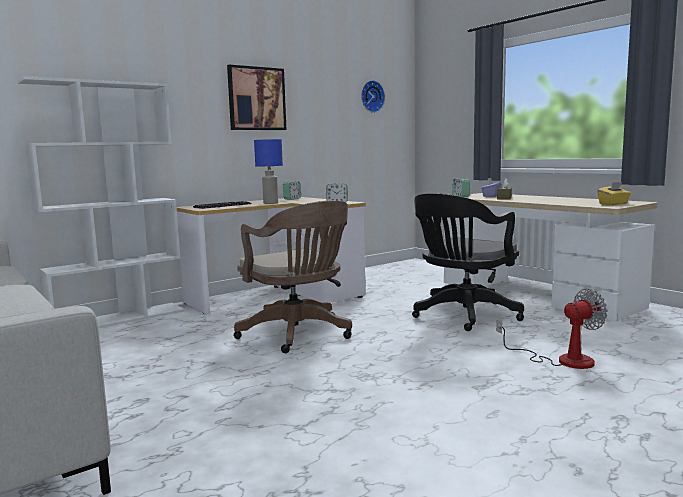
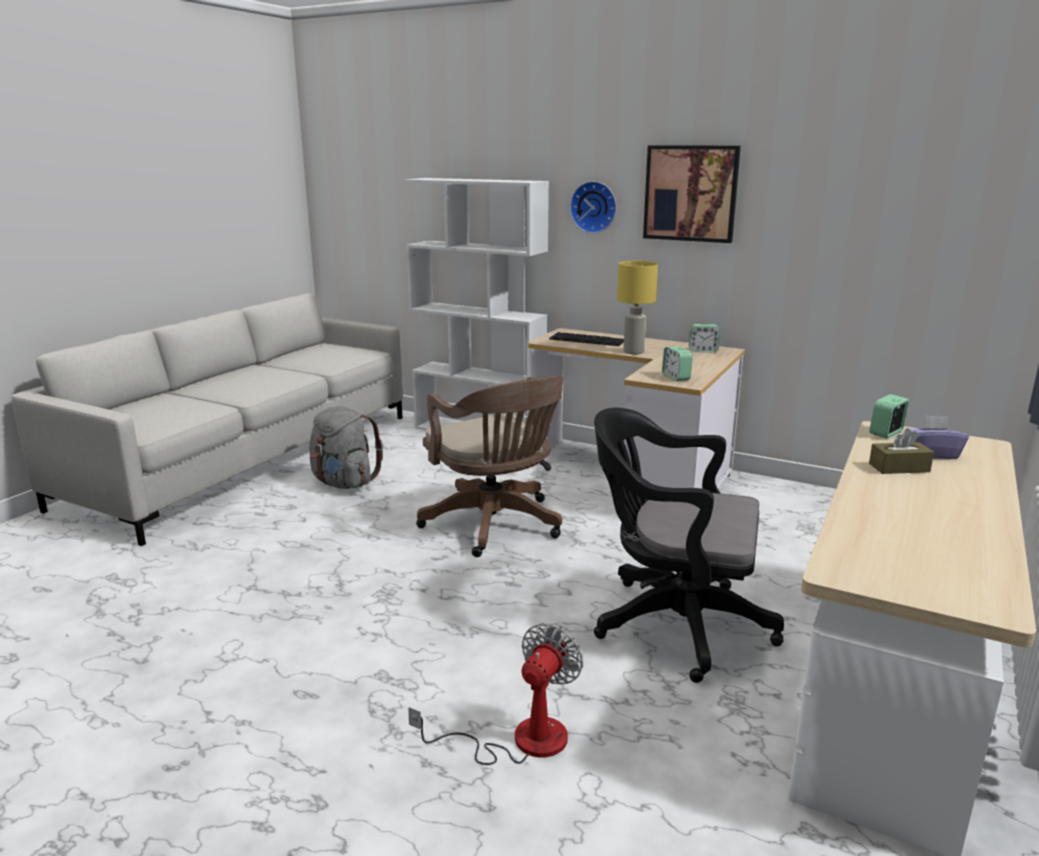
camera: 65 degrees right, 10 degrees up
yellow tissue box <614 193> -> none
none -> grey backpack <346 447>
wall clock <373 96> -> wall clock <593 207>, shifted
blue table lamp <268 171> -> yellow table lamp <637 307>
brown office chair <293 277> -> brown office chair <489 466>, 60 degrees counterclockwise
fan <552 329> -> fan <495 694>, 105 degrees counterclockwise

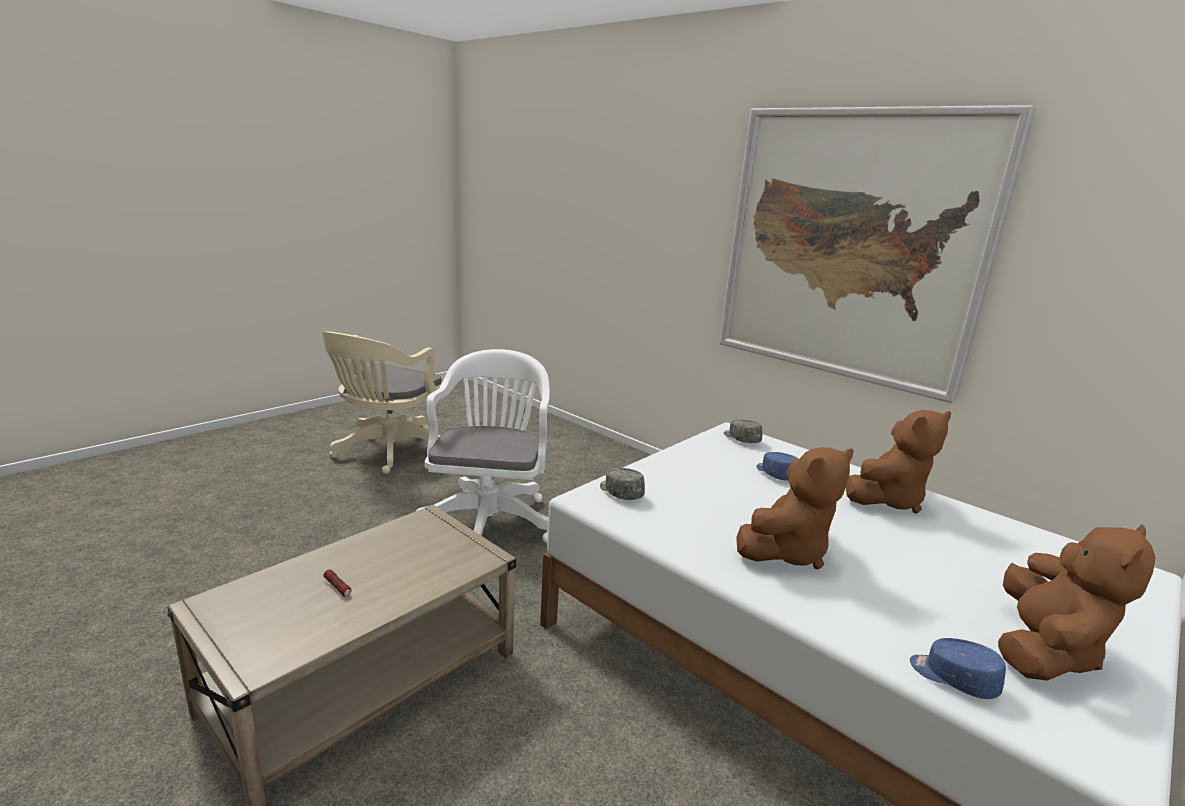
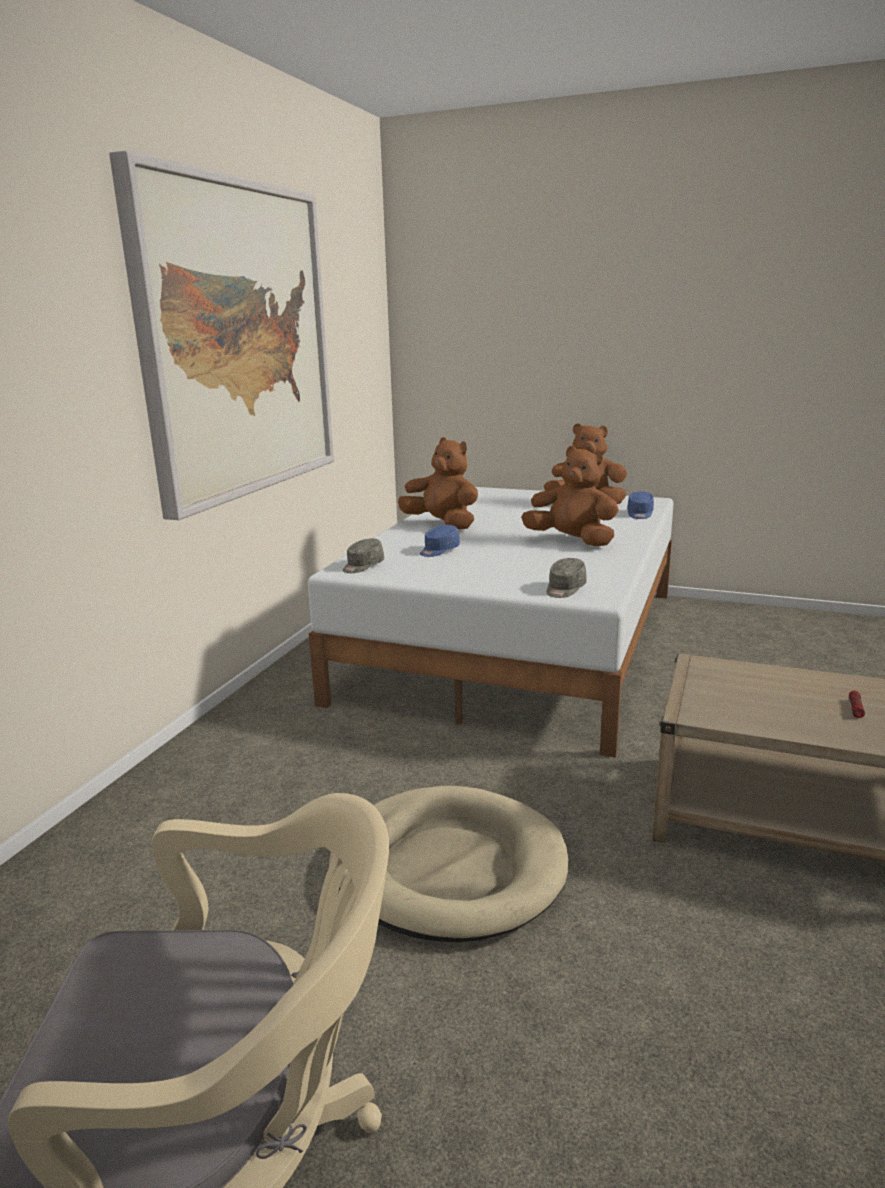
camera: 110 degrees left, 0 degrees up
white office chair <483 446> -> beige dog bed <448 864>

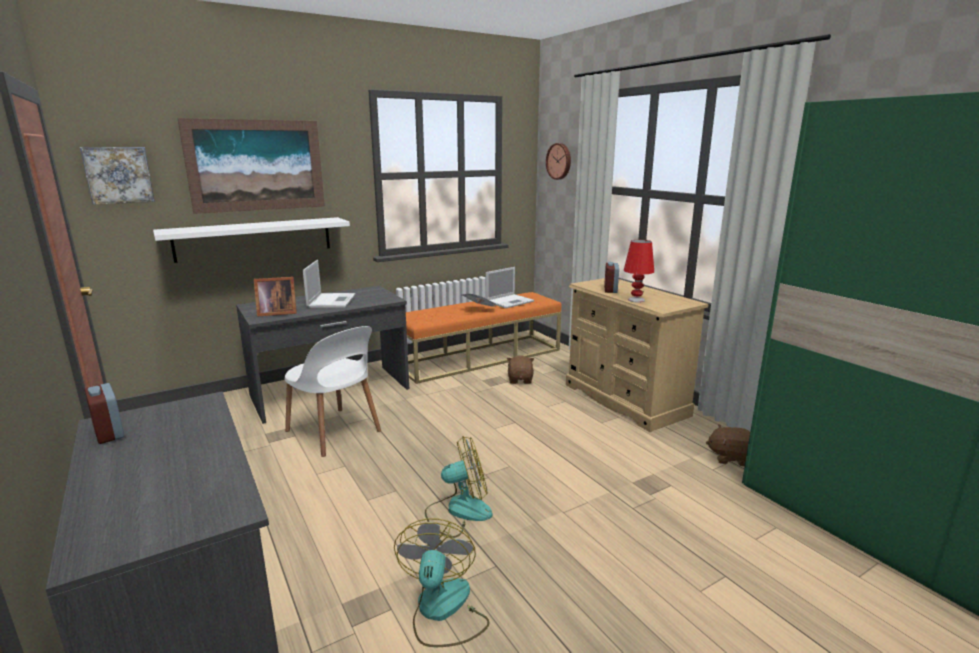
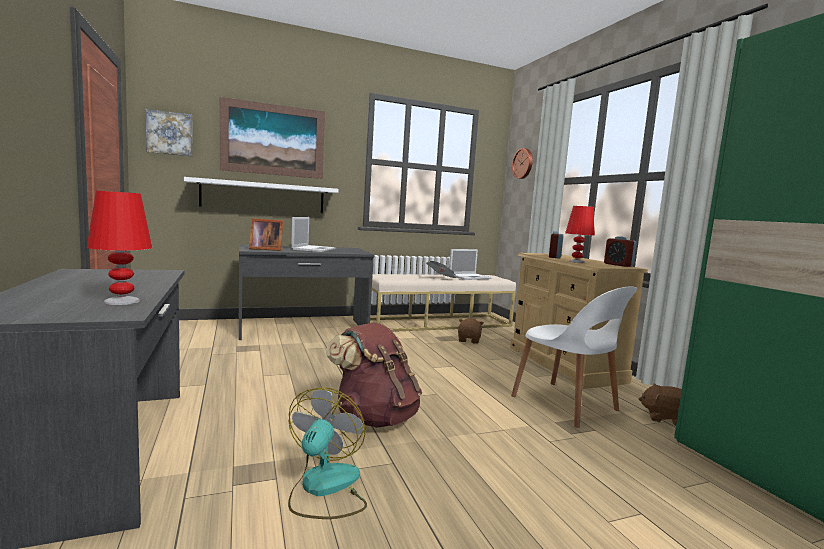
camera: 10 degrees right, 10 degrees down
none -> red table lamp <119 248>
alarm clock <104 413> -> alarm clock <620 251>, shifted
white chair <333 391> -> white chair <574 357>, shifted
fan <459 487> -> brown backpack <374 375>
orange bench <483 338> -> beige bench <443 303>

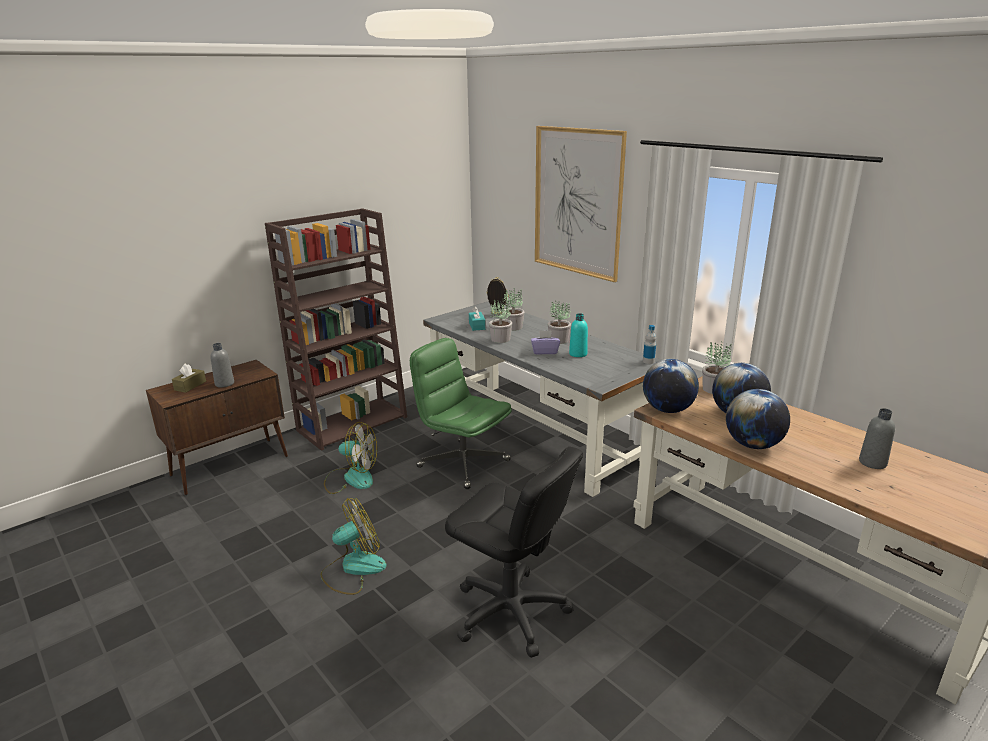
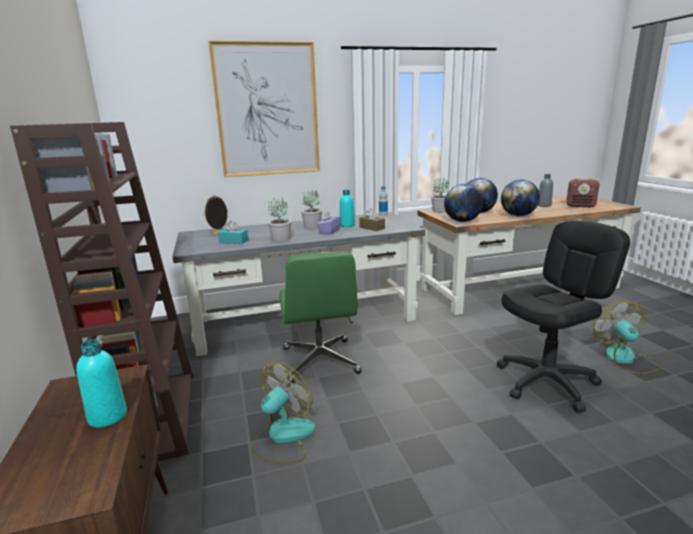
camera: 65 degrees left, 5 degrees down
potted plant <513 310> -> none
none -> radio <583 192>
brown tissue box <189 378> -> brown tissue box <372 219>, shifted
fan <353 546> -> fan <627 337>, shifted
grey bottle <222 365> -> turquoise bottle <101 383>
green office chair <461 413> -> green office chair <320 317>, 75 degrees counterclockwise

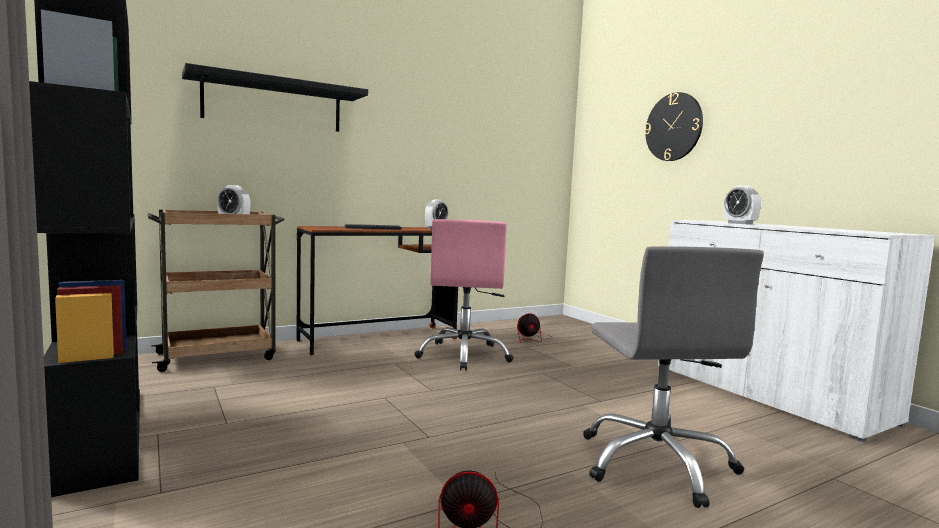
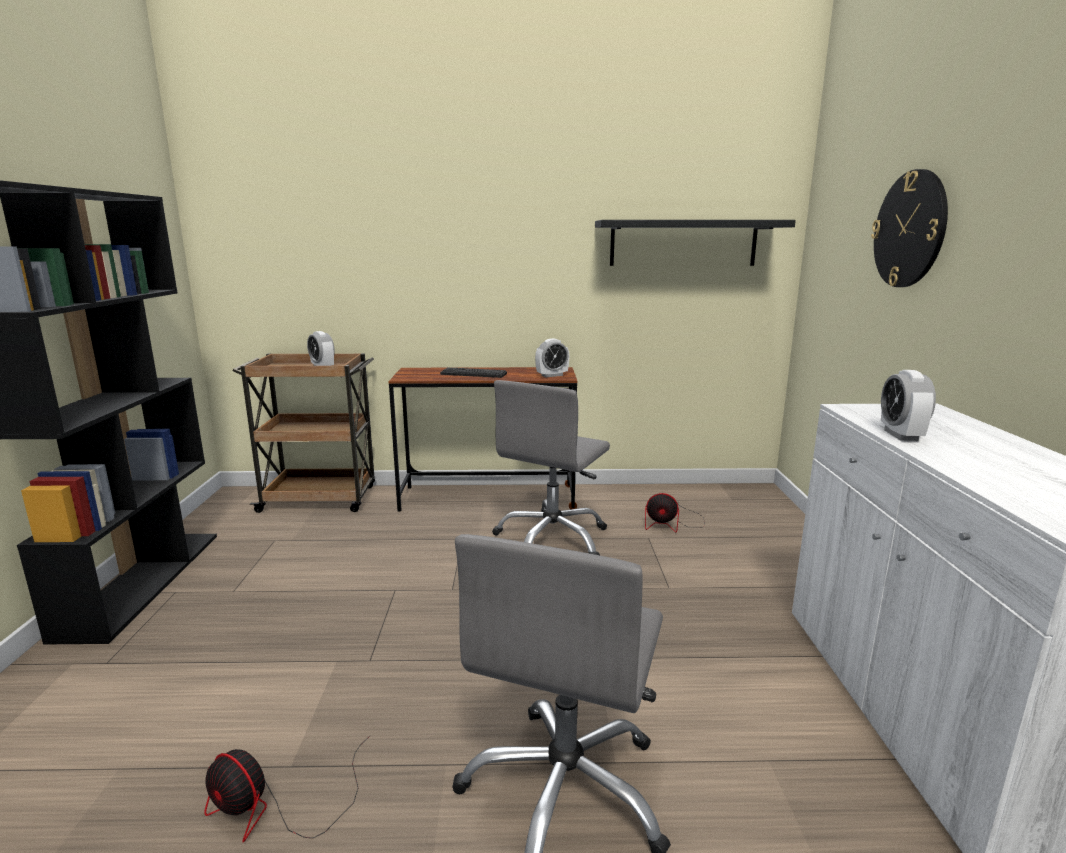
camera: 30 degrees right, 10 degrees up
black shelf <275 97> -> black shelf <695 243>, shifted
pink office chair <464 295> -> grey office chair <551 467>

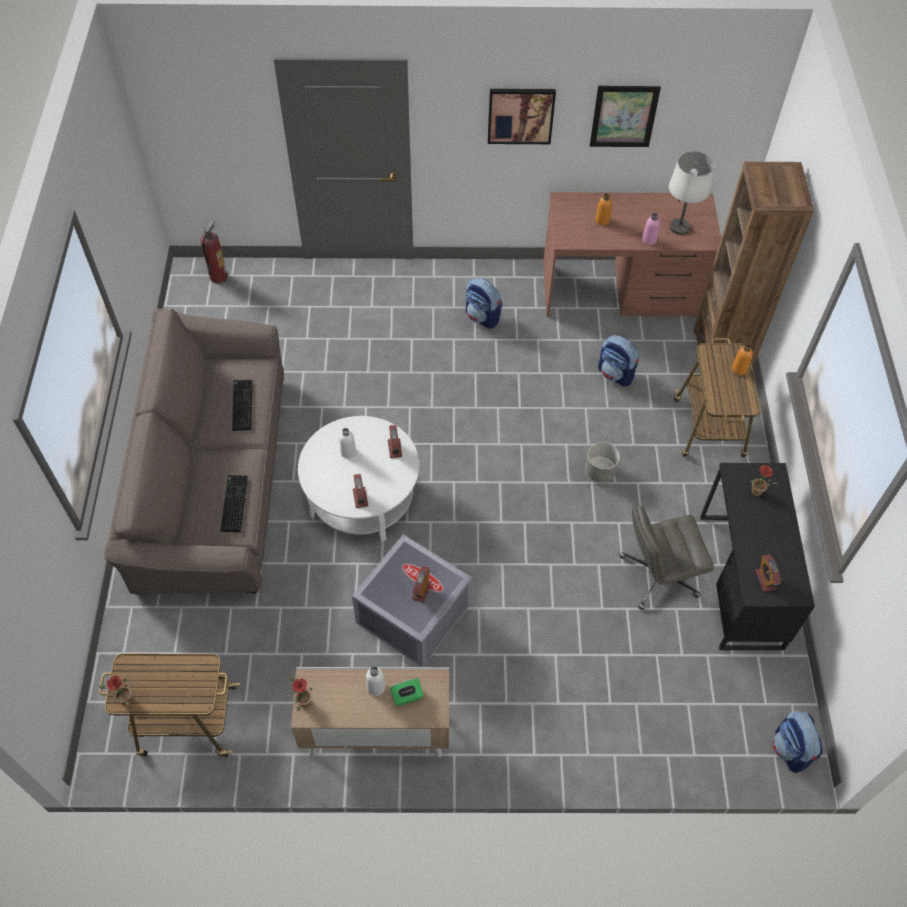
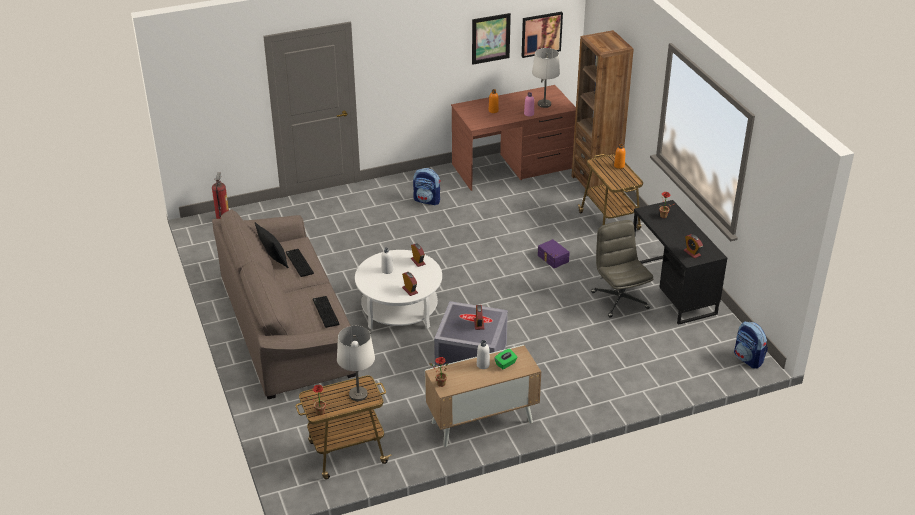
camera: 20 degrees left, 20 degrees down
backpack <618 361> -> none
none -> black pillow <272 245>
none -> white table lamp <356 363>
picture <522 116> -> picture <542 35>, shifted
grey planter <602 462> -> purple storage box <554 253>
grey office chair <667 558> -> grey office chair <622 269>, 105 degrees clockwise

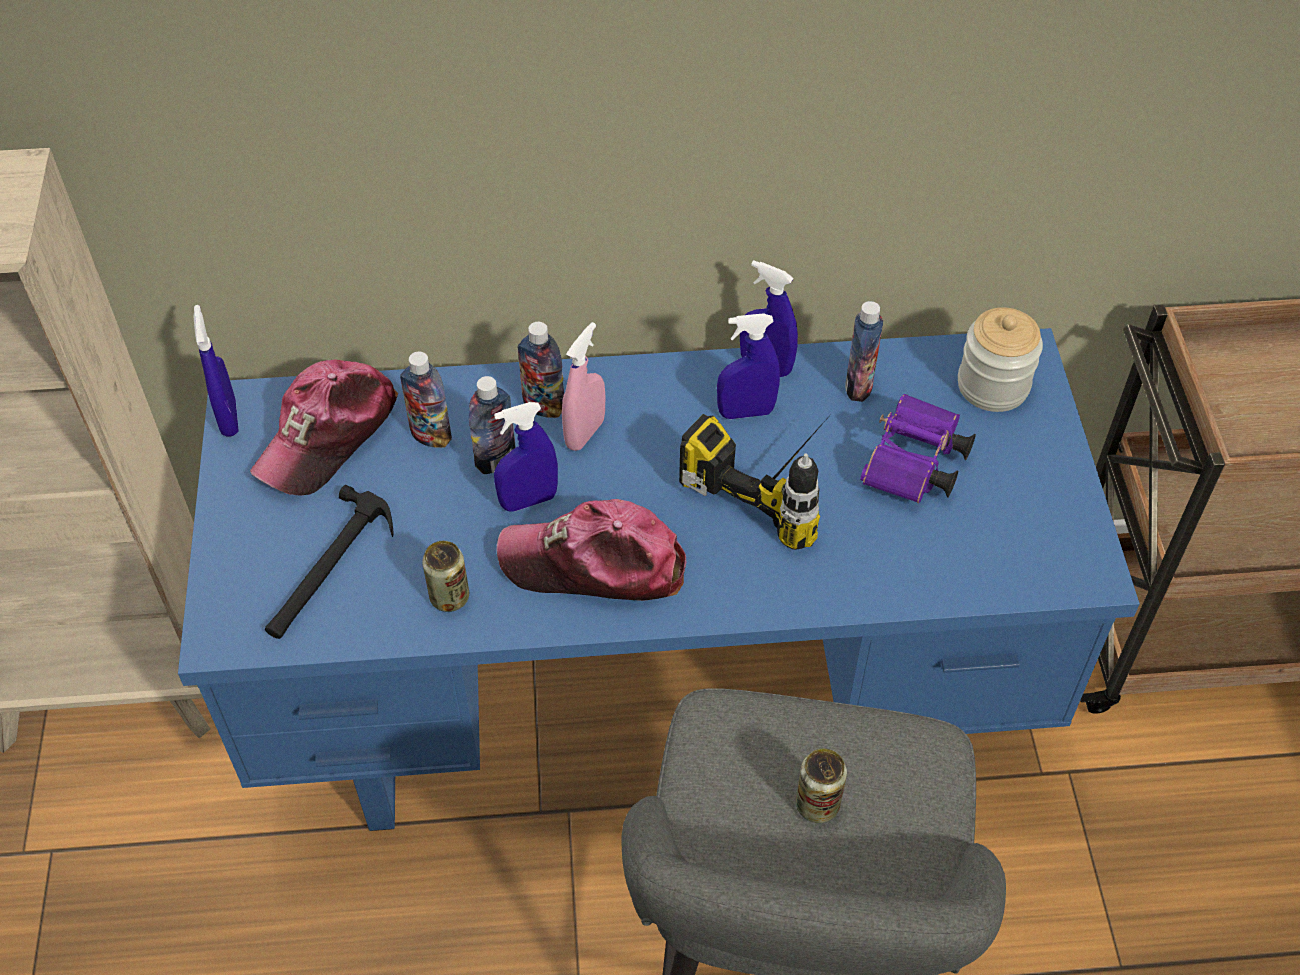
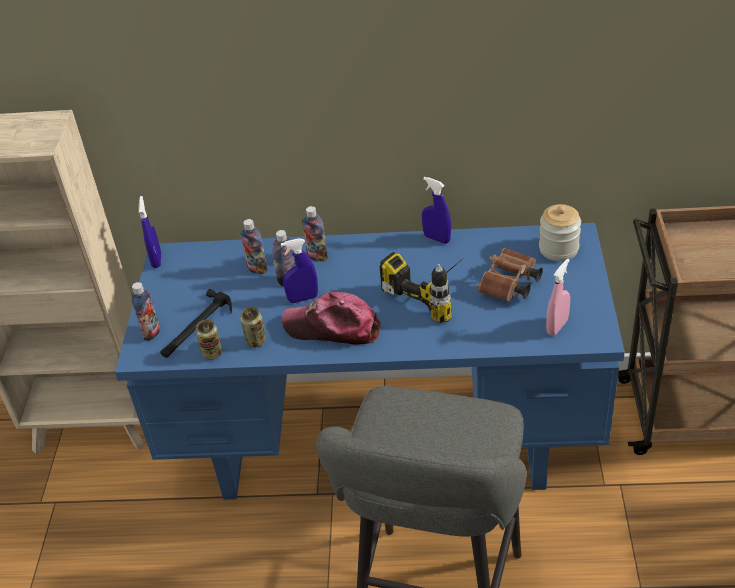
camera: 10 degrees right, 10 degrees down
cap <324 427> -> none
blue spray bottle <748 366> -> none
pink spray bottle <583 386> -> pink spray bottle <558 297>, shifted
can <821 785> -> can <209 340>, shifted
bottle <864 351> -> bottle <145 311>, shifted
purple binoculars <918 448> -> brown binoculars <510 274>

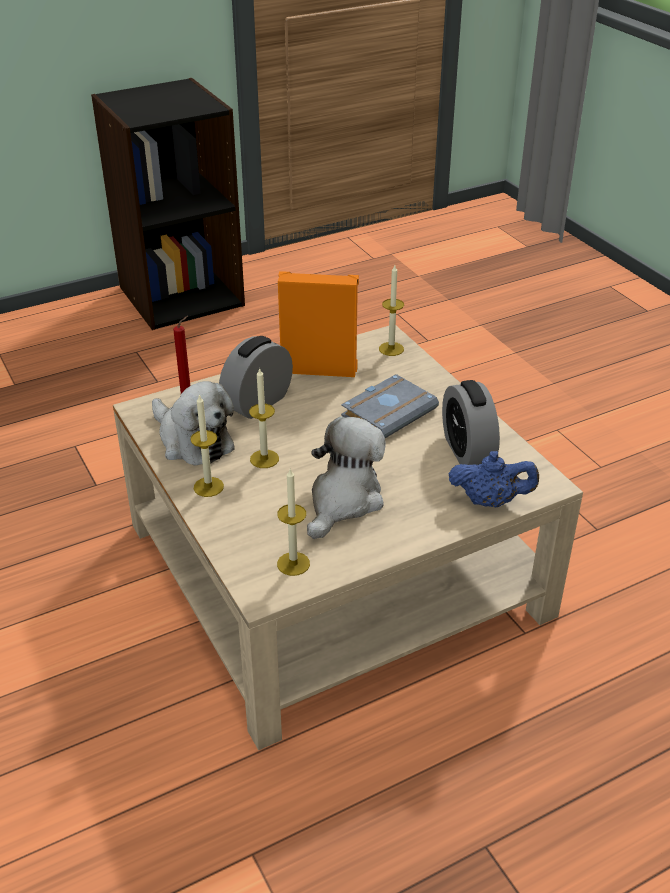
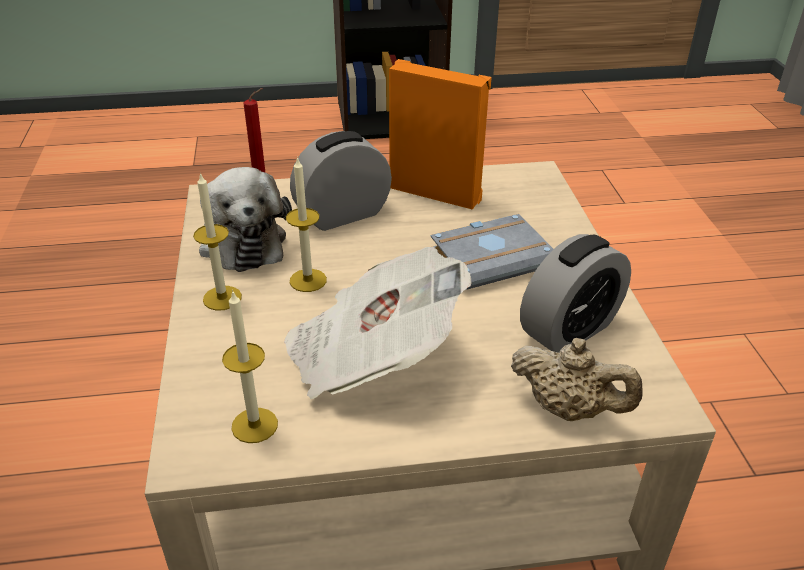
camera: 20 degrees right, 0 degrees up
candle <391 310> -> none
plush toy <346 478> -> newspaper <377 323>
blue teapot <493 479> -> beige teapot <576 379>
alarm clock <471 422> -> alarm clock <575 293>, 135 degrees counterclockwise

